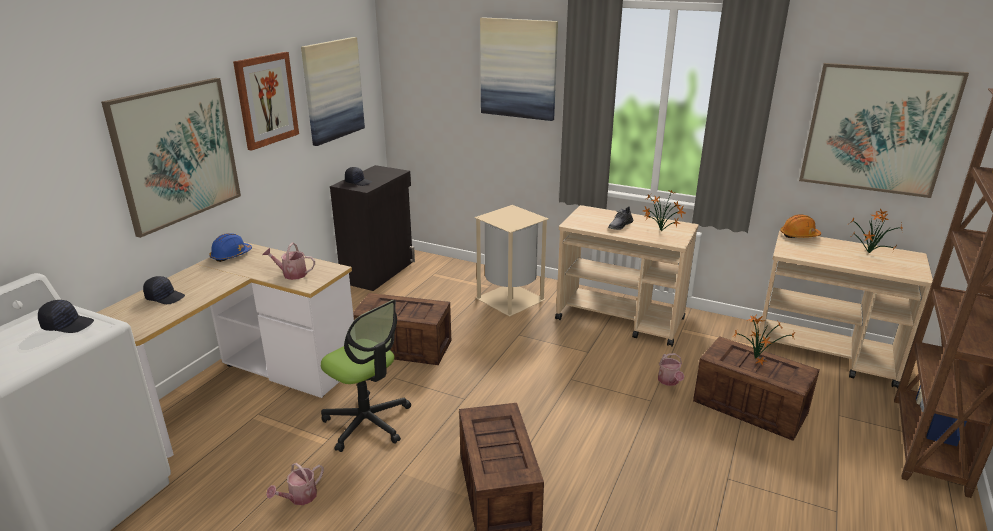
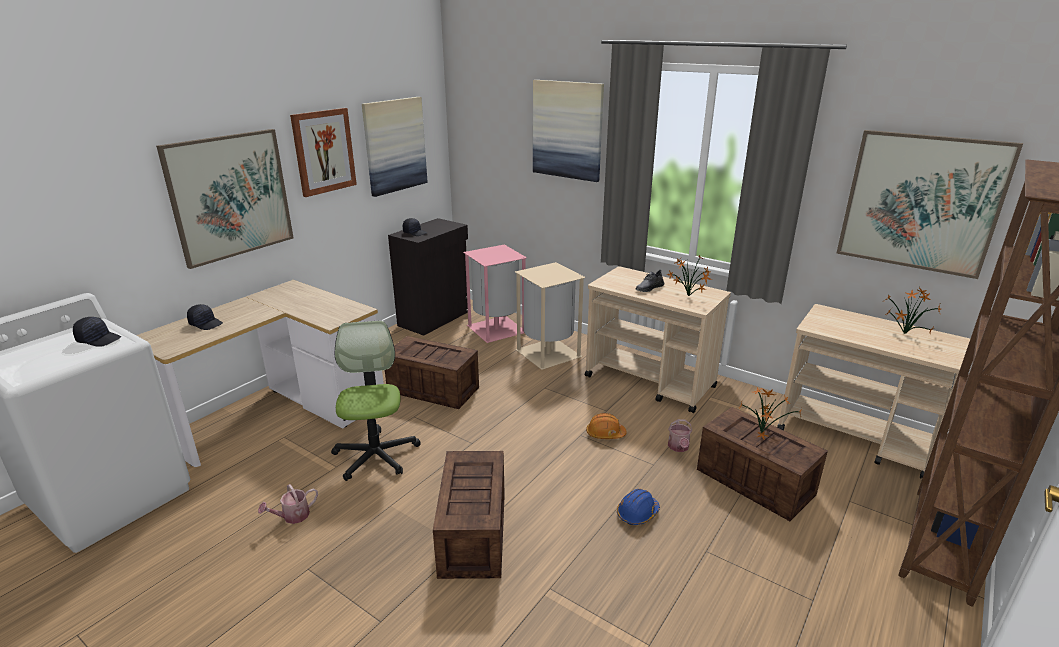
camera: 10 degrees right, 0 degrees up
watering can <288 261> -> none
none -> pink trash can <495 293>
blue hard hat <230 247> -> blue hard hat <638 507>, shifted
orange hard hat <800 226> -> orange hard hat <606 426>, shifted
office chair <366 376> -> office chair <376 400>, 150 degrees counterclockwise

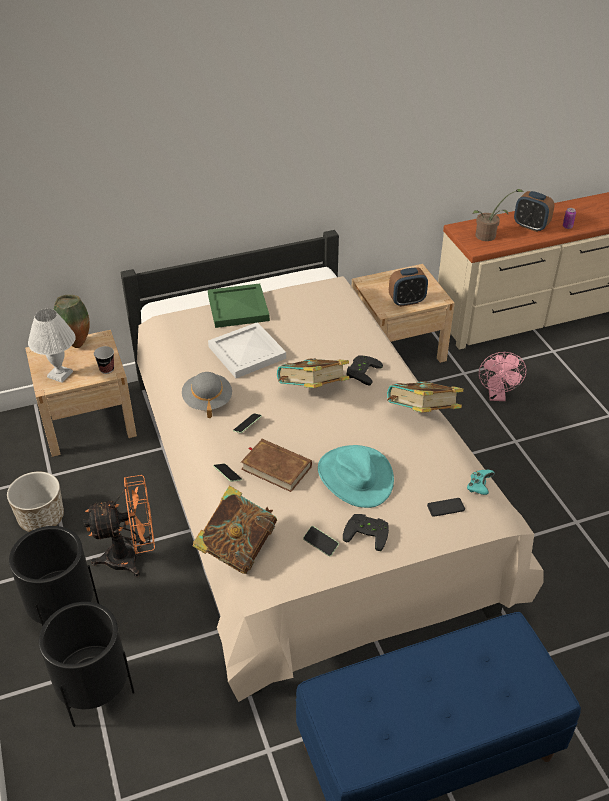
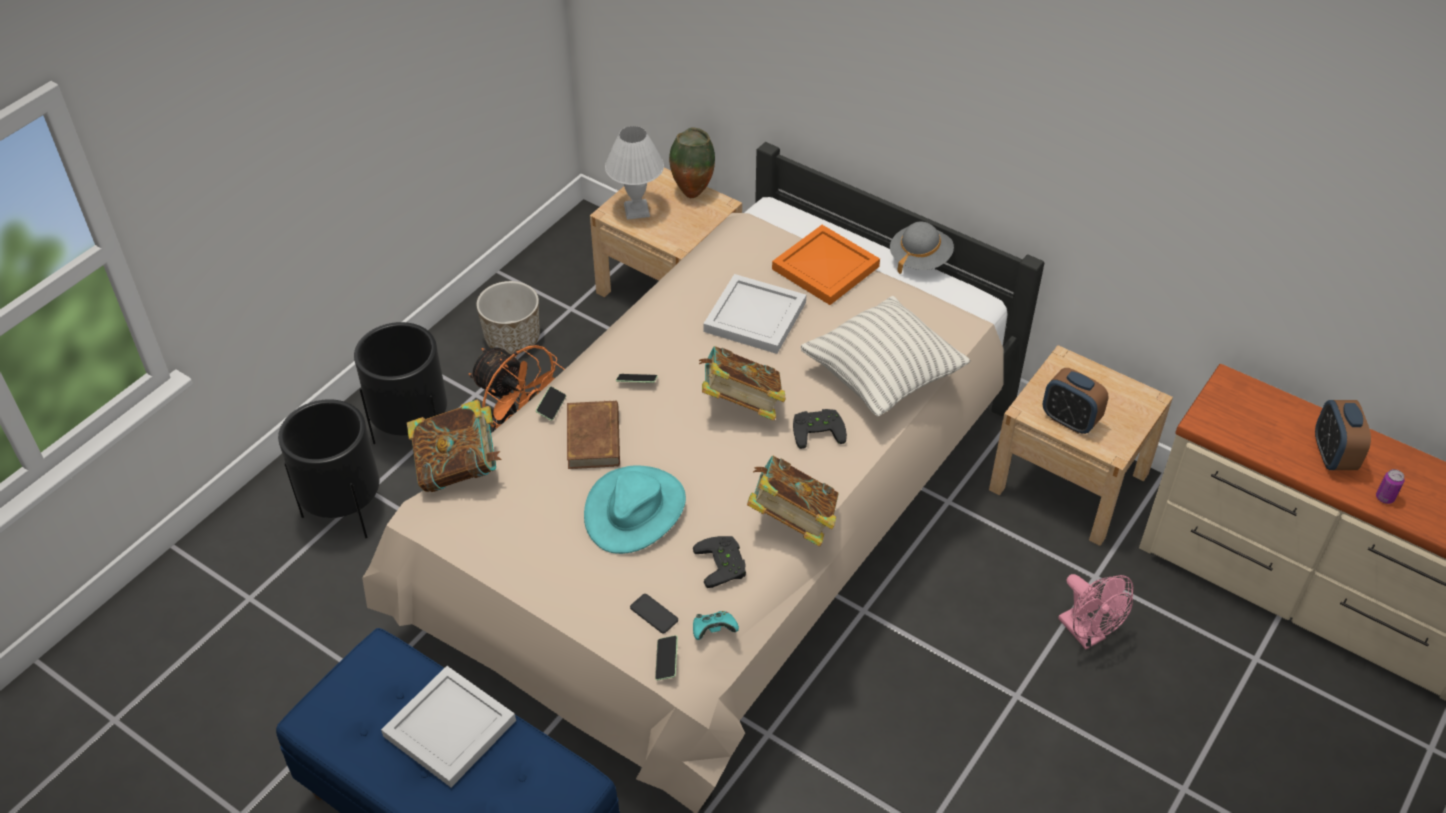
camera: 55 degrees right, 5 degrees up
cup <104 360> -> none
potted plant <499 215> -> none
none -> white tray <448 726>
none -> pillow <885 356>
grey hat <207 395> -> grey hat <922 247>, shifted
phone <321 541> -> phone <666 657>, shifted
black game controller <366 532> -> black game controller <719 562>, shifted
green tray <239 305> -> orange tray <826 265>
pink fan <502 376> -> pink fan <1095 611>, 90 degrees counterclockwise

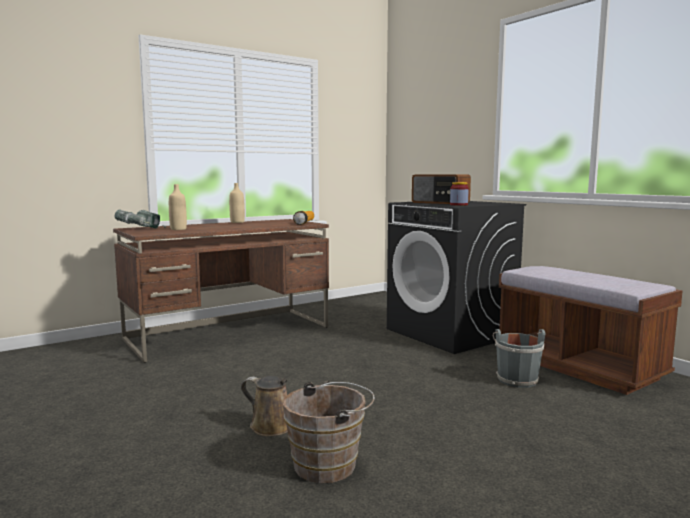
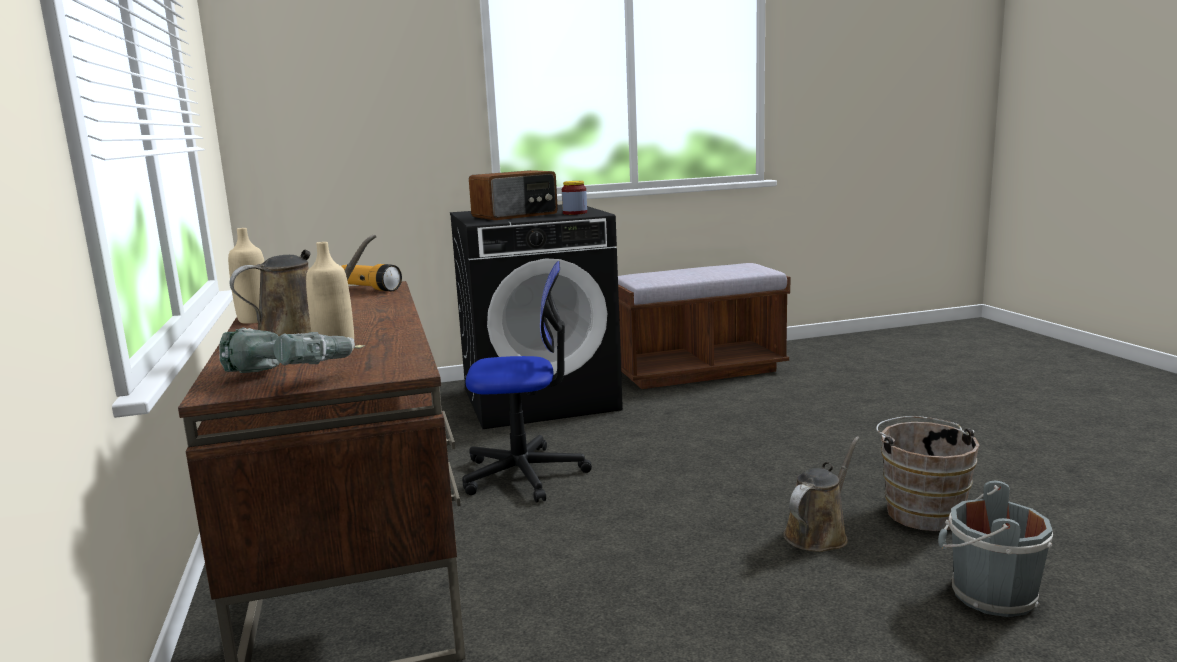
camera: 70 degrees left, 5 degrees up
none -> brown watering can <303 285>
none -> office chair <527 382>
grey bucket <519 358> -> grey bucket <995 549>, shifted

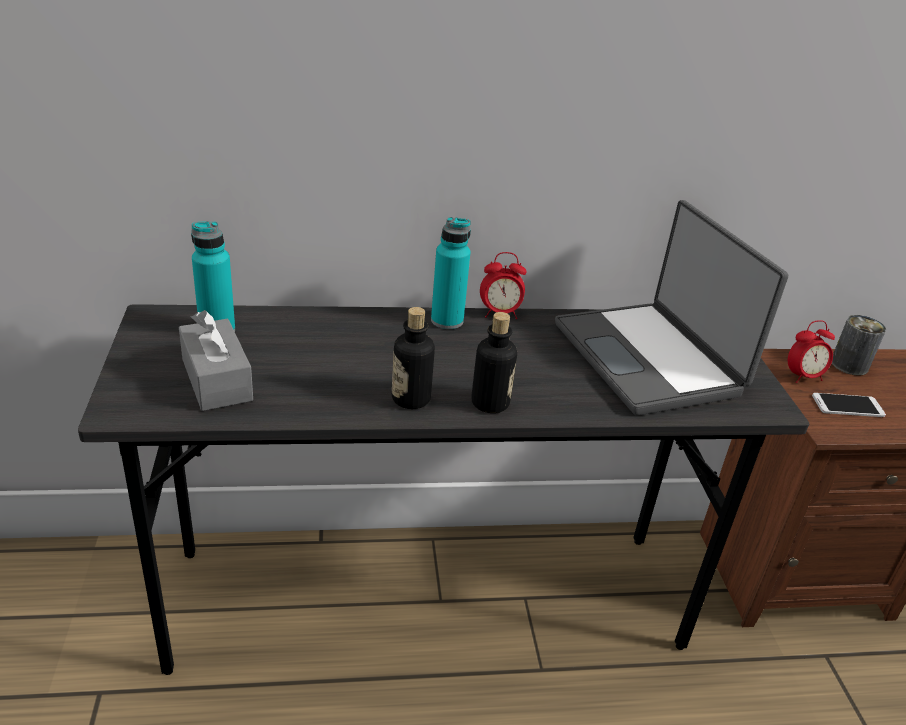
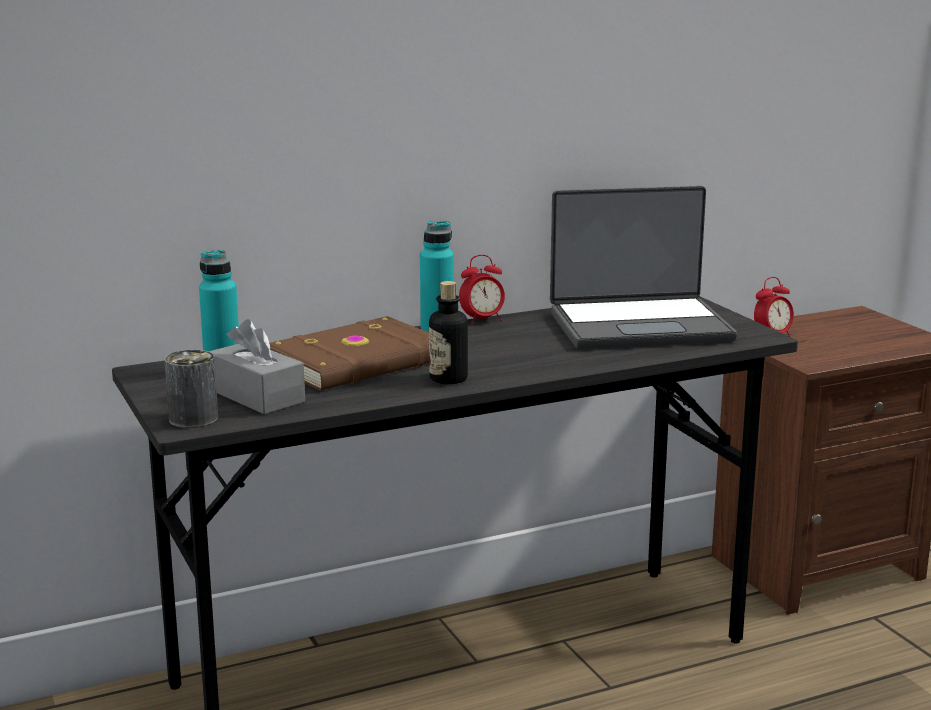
camera: 15 degrees left, 15 degrees down
bottle <494 362> -> none
phone <849 405> -> none
none -> brown book <349 353>
can <859 345> -> can <191 389>, shifted
laptop <671 307> -> laptop <643 267>, 60 degrees counterclockwise

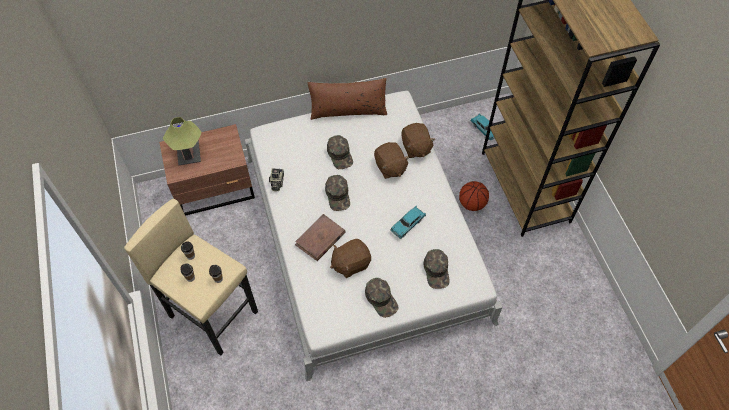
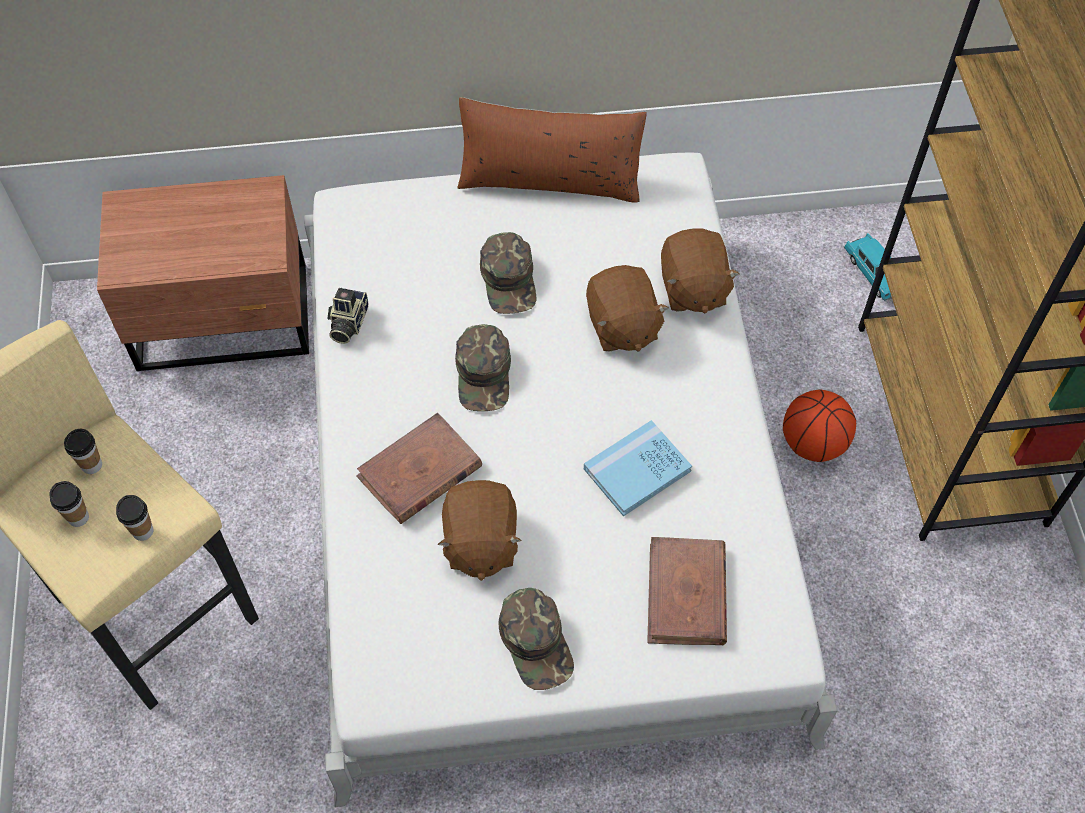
camera: 10 degrees right, 0 degrees up
table lamp <182 141> -> none
turquoise toy car <408 222> -> blue book <638 468>
green cap <437 269> -> brown book <687 591>
brown plush toy <350 258> -> brown plush toy <480 530>, 75 degrees counterclockwise

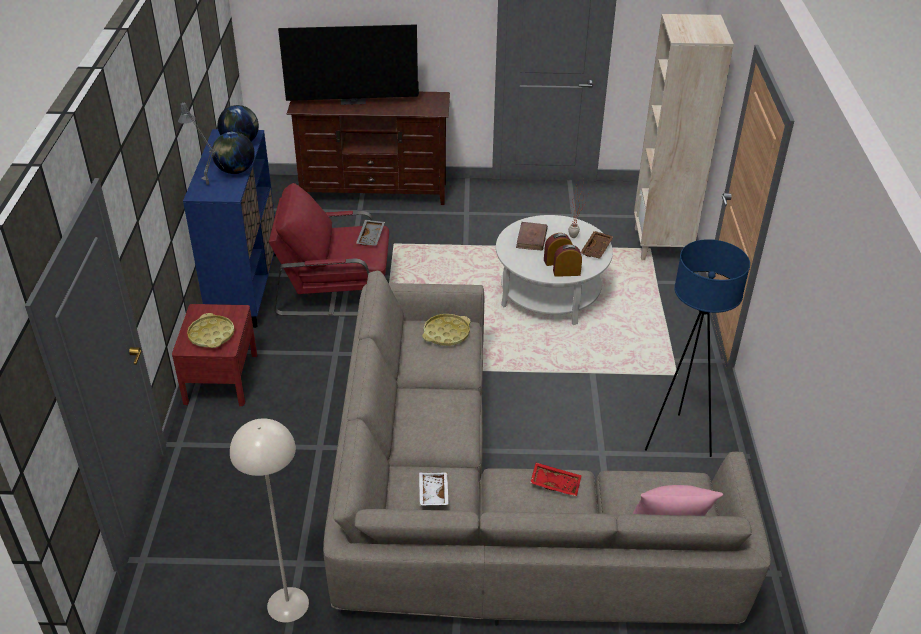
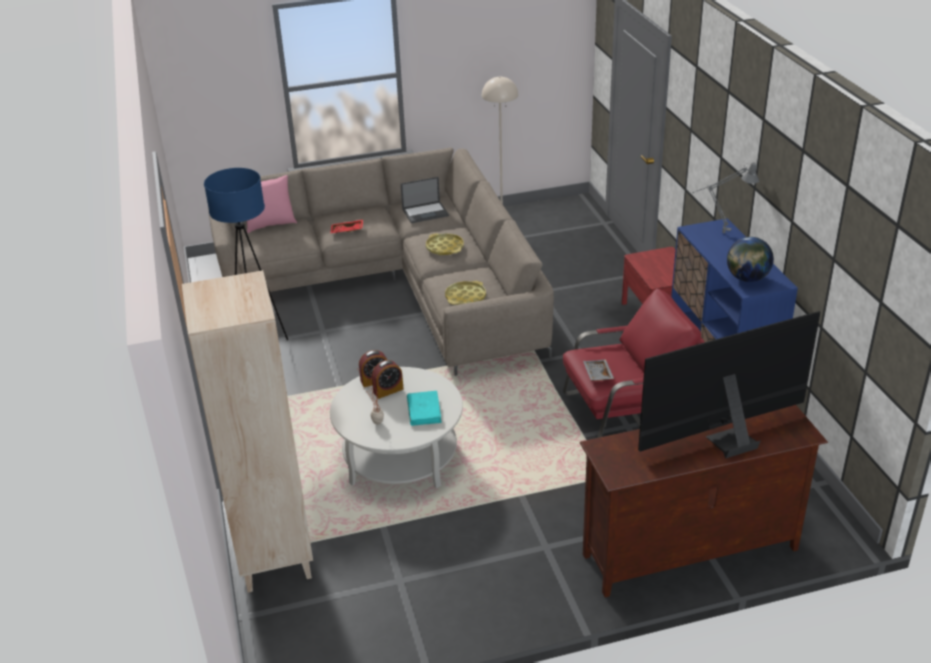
camera: 165 degrees right, 5 degrees down
globe <233 153> -> none
brown tray <597 245> -> none
yellow tray <211 330> -> yellow tray <445 244>, shifted
white tray <434 489> -> laptop <424 200>
brown book <532 236> -> turquoise book <424 408>

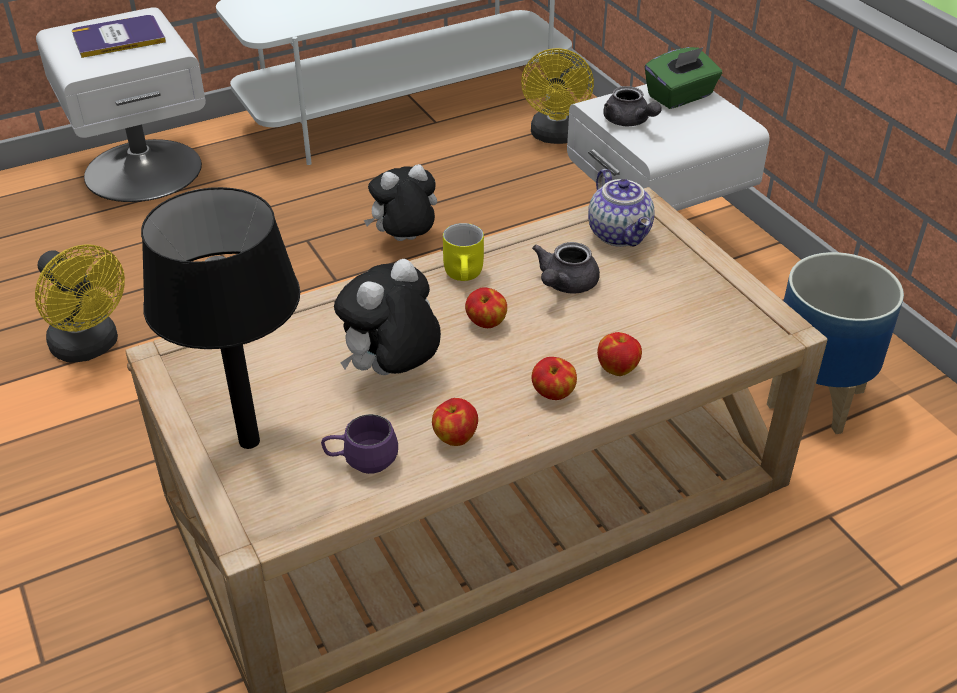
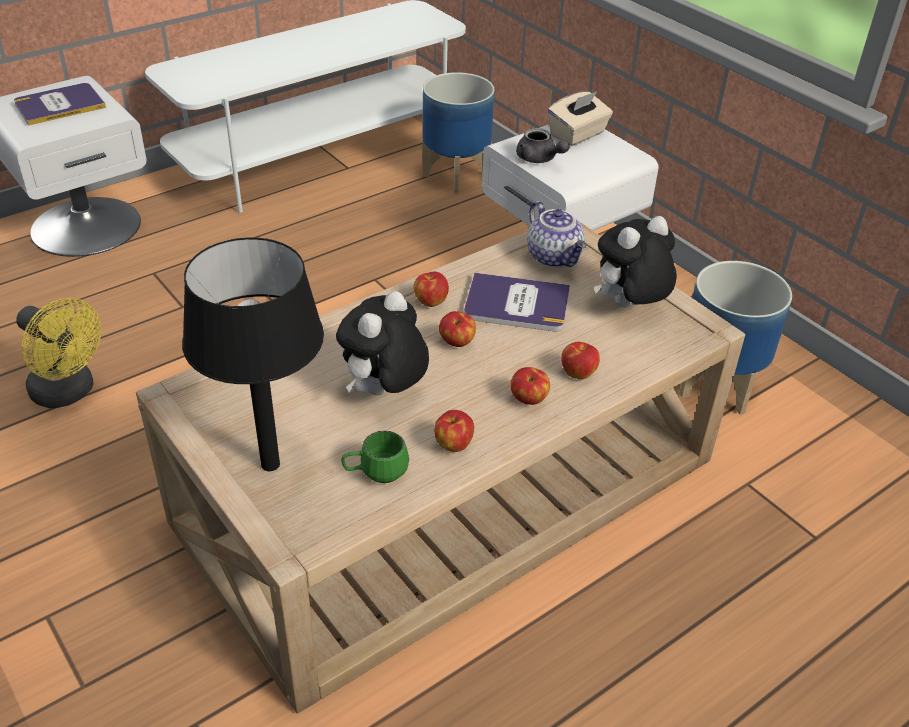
camera: 10 degrees left, 0 degrees up
plush toy <400 202> -> plush toy <635 262>, shifted
yellow mug <463 252> -> apple <431 289>
yellow fan <557 96> -> planter <458 133>
grey teapot <566 268> -> book <517 302>
purple mug <359 444> -> green mug <375 456>
green tissue box <683 78> -> beige tissue box <580 118>

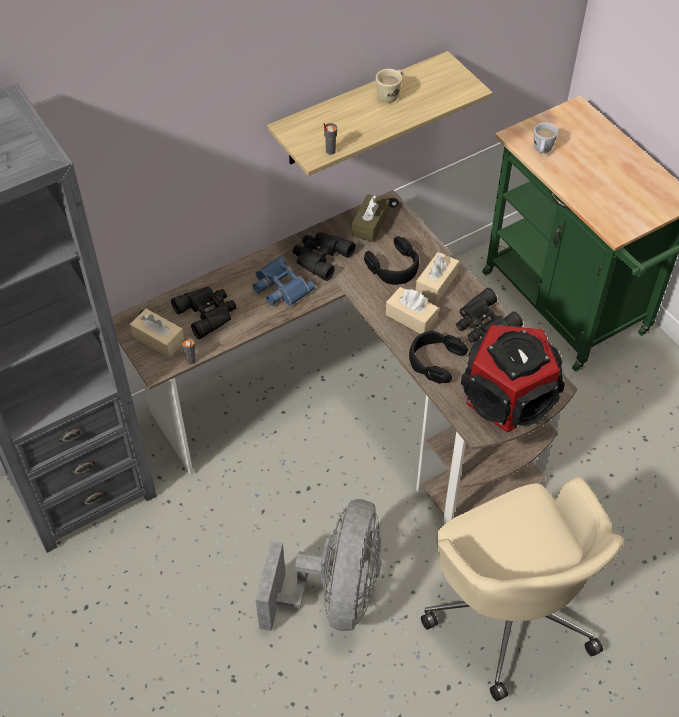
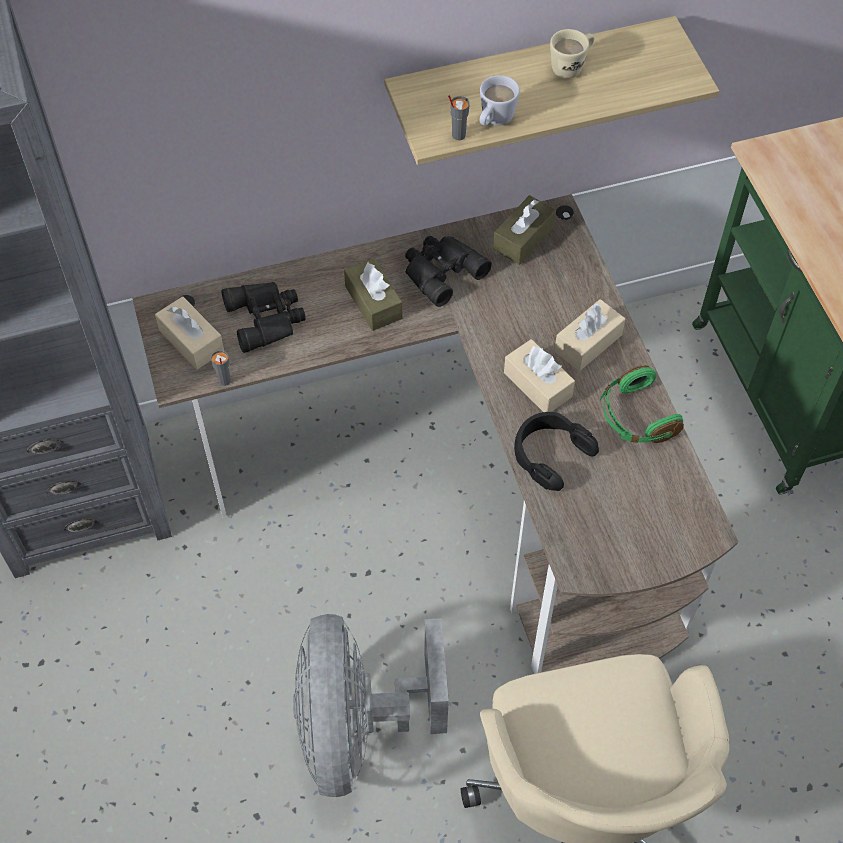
camera: 15 degrees right, 5 degrees up
black headphones <391 260> -> none
speaker <513 378> -> none
white mug <546 137> -> white mug <500 100>, shifted
blue binoculars <284 281> -> brown tissue box <373 294>
black binoculars <489 315> -> green headphones <642 404>
grey fan <318 565> -> grey fan <371 705>, 150 degrees clockwise

